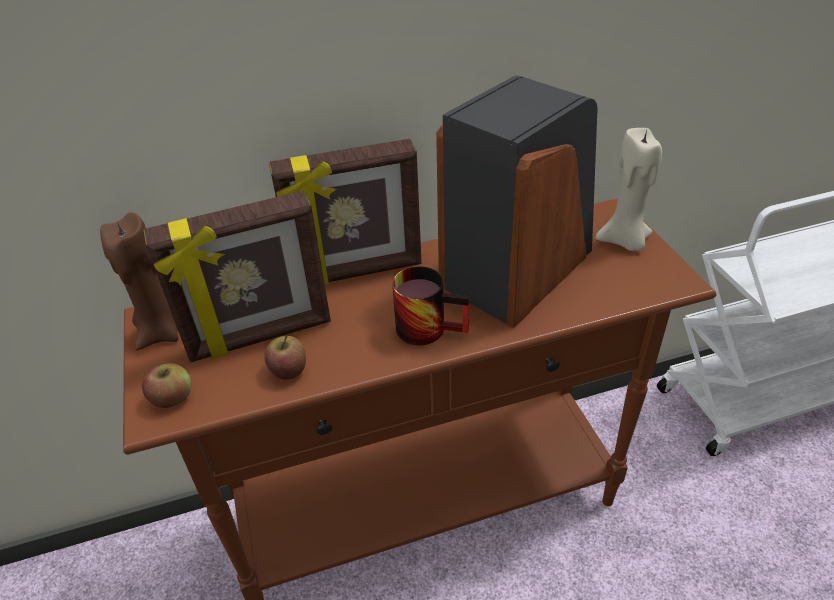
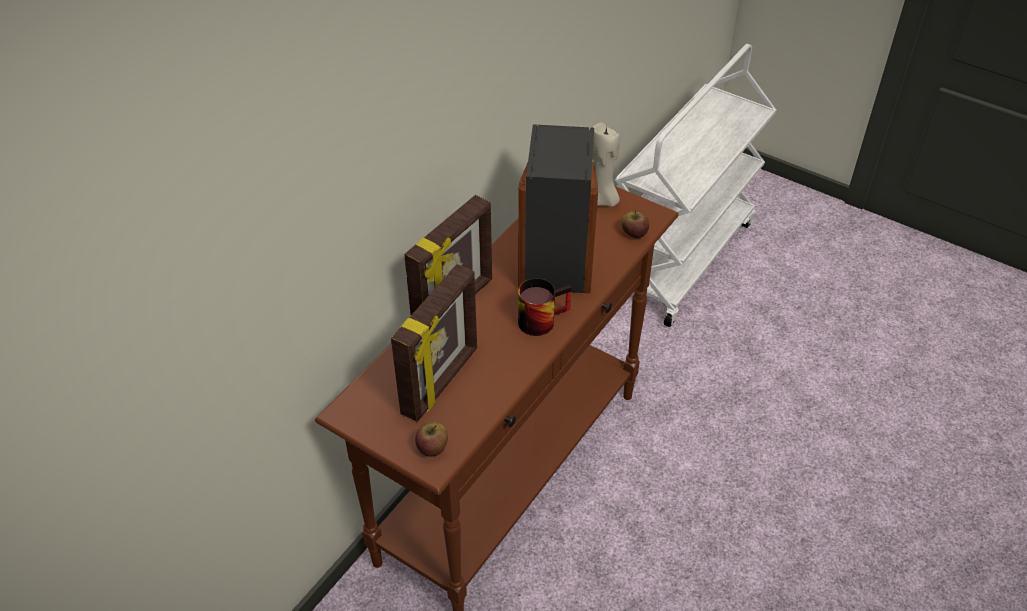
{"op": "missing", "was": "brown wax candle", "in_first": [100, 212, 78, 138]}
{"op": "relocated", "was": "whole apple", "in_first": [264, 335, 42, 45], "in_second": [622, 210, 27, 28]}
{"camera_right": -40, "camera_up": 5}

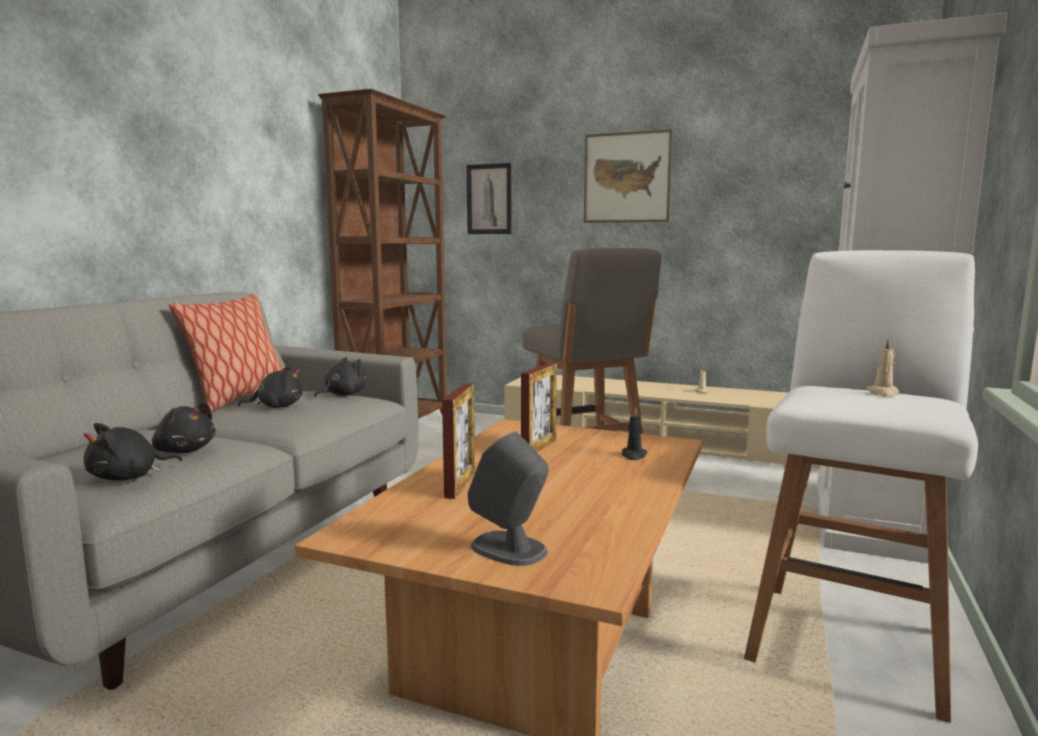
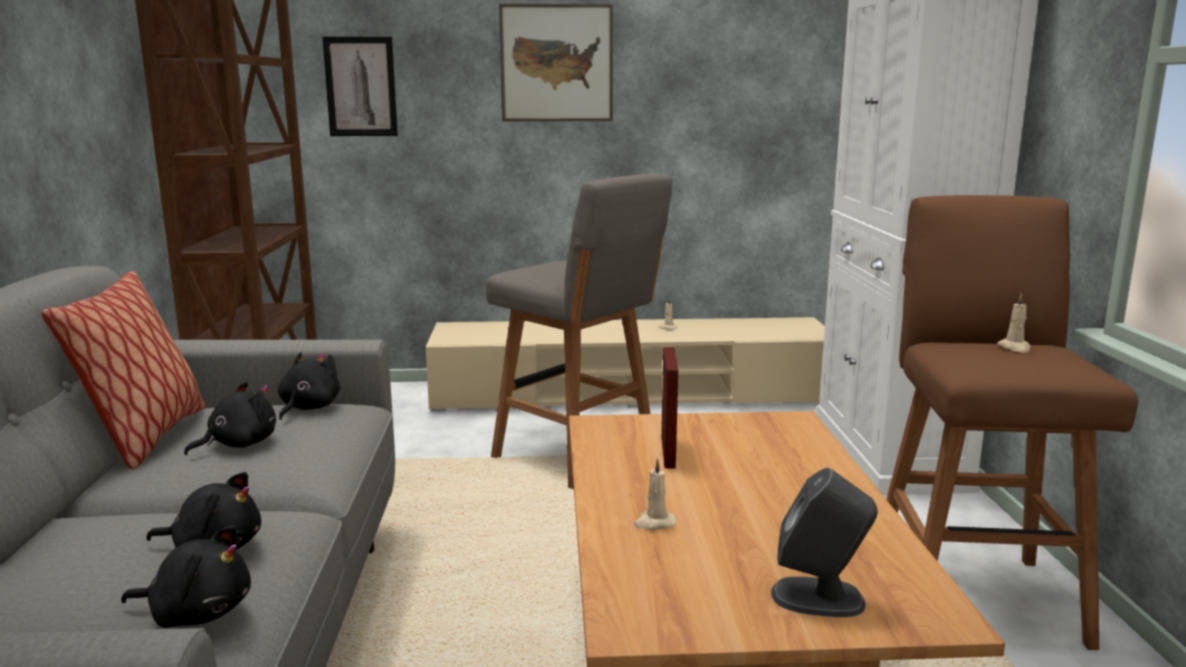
{"op": "missing", "was": "black-coloured wax candle", "in_first": [622, 407, 25, 53]}
{"op": "exchanged", "was": "photo frame", "now": "sand-coloured wax candle", "in_first": [442, 383, 33, 116], "in_second": [633, 458, 43, 72]}
{"op": "colour", "was": "white sitting stool", "now": "brown sitting stool", "in_first": [744, 250, 234, 473], "in_second": [886, 195, 252, 455]}
{"op": "spun", "was": "black-coloured plush toy", "in_first": [83, 423, 99, 58], "in_second": [121, 526, 130, 102], "clockwise": -105}
{"camera_right": -25, "camera_up": 5}

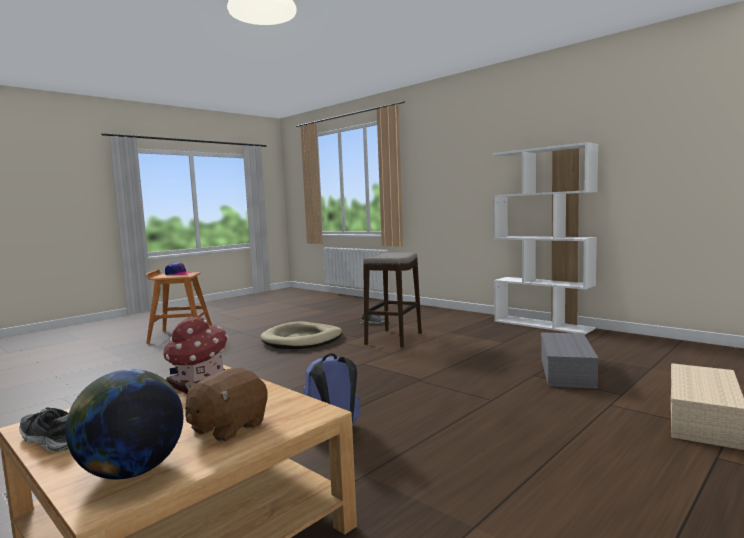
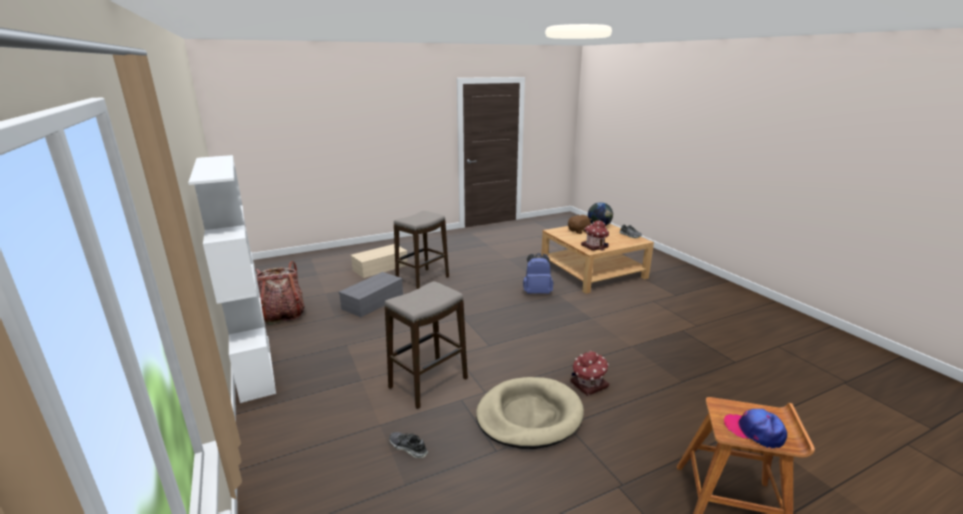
{"op": "appeared", "now": "rucksack", "in_second": [255, 261, 50, 64]}
{"op": "appeared", "now": "sitting stool", "in_second": [394, 211, 55, 78]}
{"op": "appeared", "now": "miniature house", "in_second": [570, 351, 39, 45]}
{"camera_right": -160, "camera_up": 15}

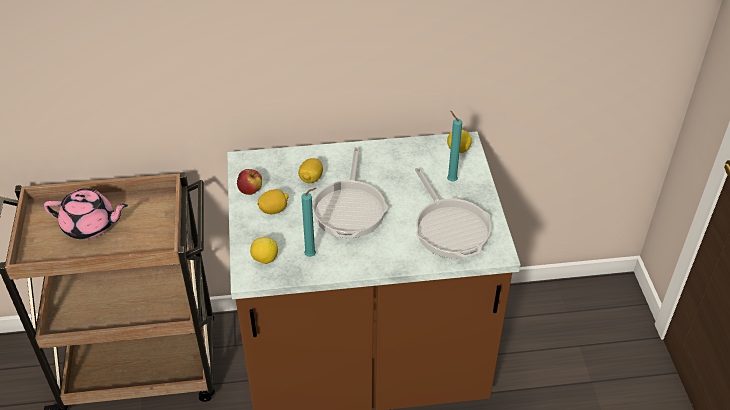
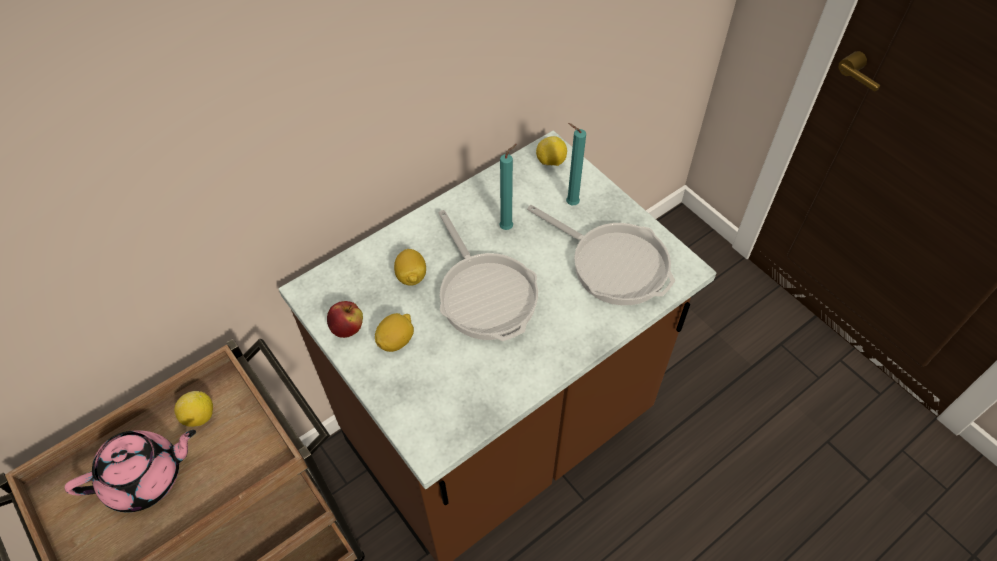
{"op": "relocated", "was": "citrus fruit", "in_first": [250, 237, 28, 27], "in_second": [174, 391, 39, 36]}
{"op": "relocated", "was": "turquoise wax candle", "in_first": [301, 188, 16, 69], "in_second": [499, 144, 18, 86]}
{"camera_right": -30, "camera_up": 10}

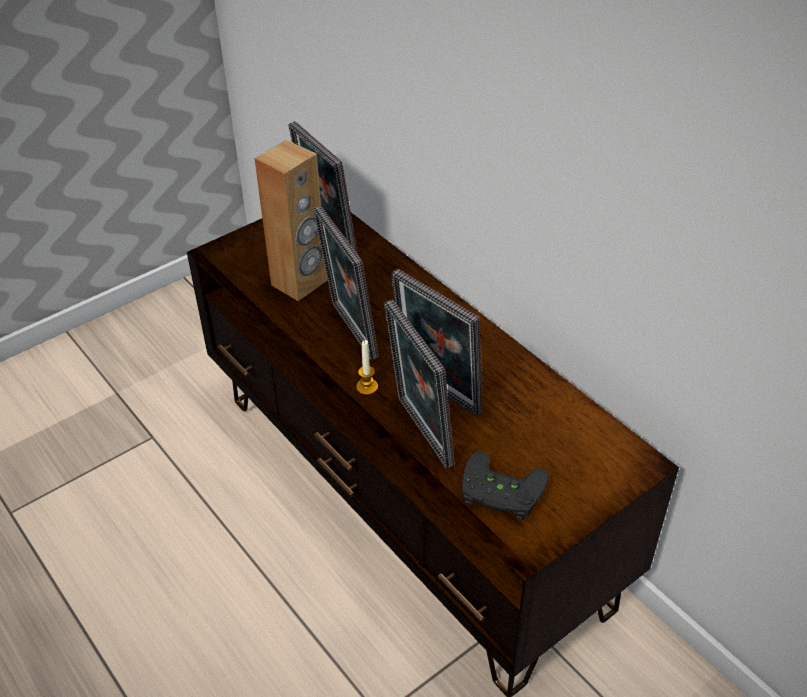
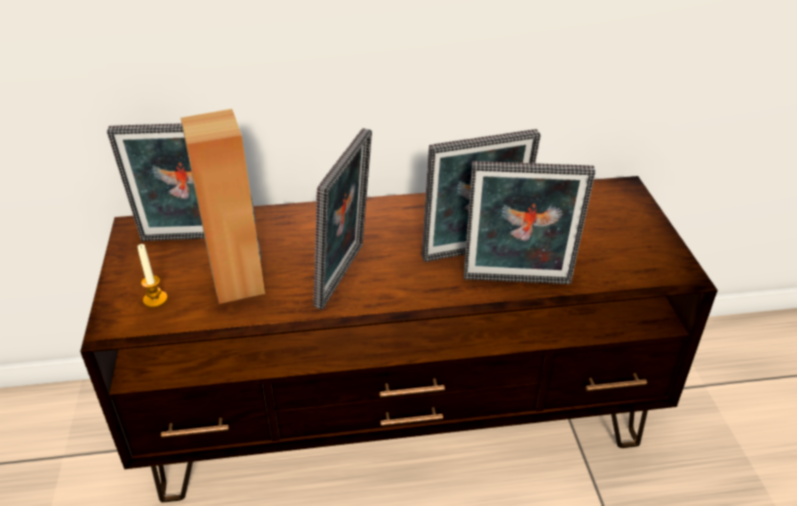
{"op": "missing", "was": "black-coloured game controller", "in_first": [462, 452, 87, 68]}
{"op": "relocated", "was": "wax candle", "in_first": [356, 340, 22, 55], "in_second": [138, 244, 30, 64]}
{"op": "spun", "was": "photo frame", "in_first": [313, 205, 66, 155], "in_second": [313, 128, 59, 182], "clockwise": -75}
{"camera_right": -60, "camera_up": -5}

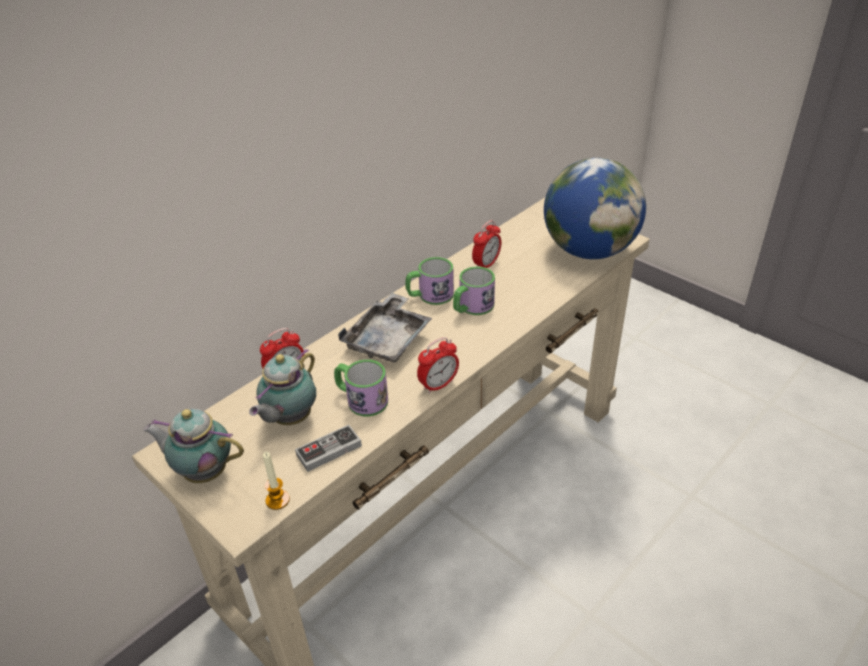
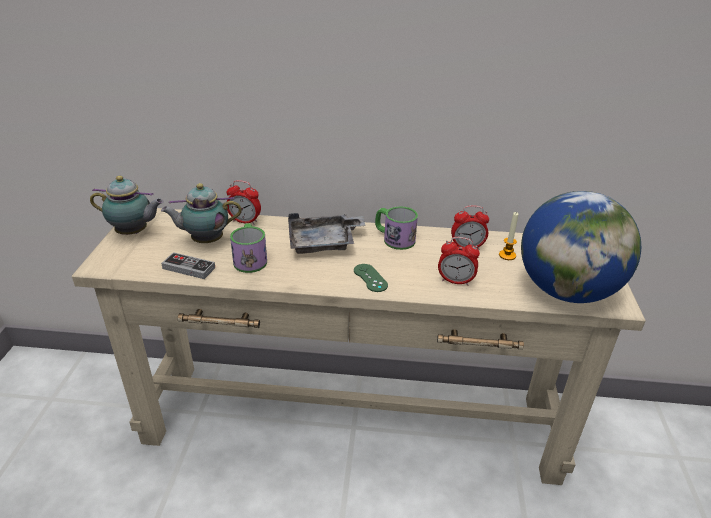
{"op": "missing", "was": "coffee mug", "in_first": [453, 267, 42, 48]}
{"op": "appeared", "now": "green-coloured game controller", "in_second": [354, 264, 34, 28]}
{"op": "relocated", "was": "wax candle", "in_first": [263, 452, 27, 58], "in_second": [499, 212, 19, 48]}
{"op": "relocated", "was": "table clock", "in_first": [417, 337, 42, 57], "in_second": [438, 237, 42, 49]}
{"op": "spun", "was": "tea pot", "in_first": [143, 409, 101, 74], "in_second": [90, 176, 74, 59], "clockwise": 120}
{"camera_right": 50, "camera_up": -5}

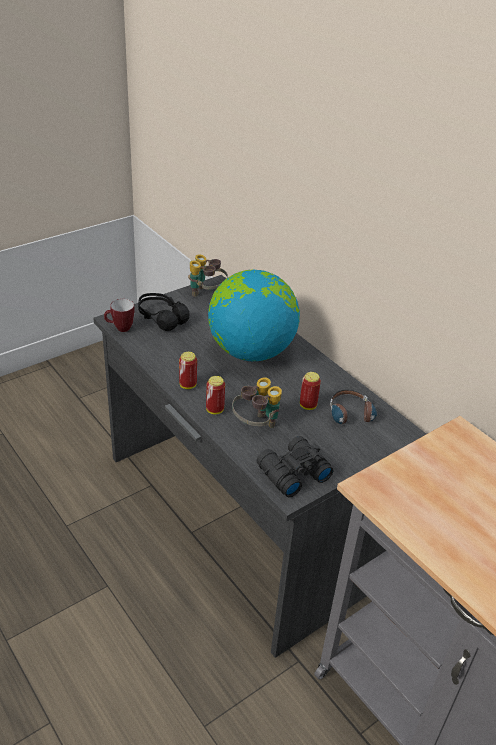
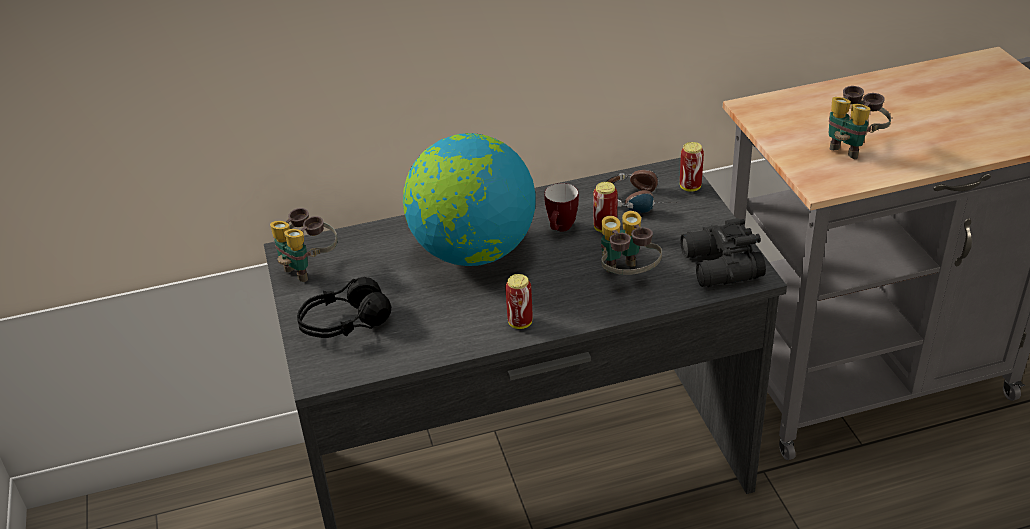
{"op": "appeared", "now": "pair of binoculars", "in_second": [829, 86, 62, 73]}
{"op": "relocated", "was": "coffee mug", "in_first": [104, 299, 31, 33], "in_second": [544, 183, 35, 49]}
{"op": "relocated", "was": "metal can", "in_first": [206, 376, 19, 38], "in_second": [680, 142, 24, 50]}
{"camera_right": -65, "camera_up": 0}

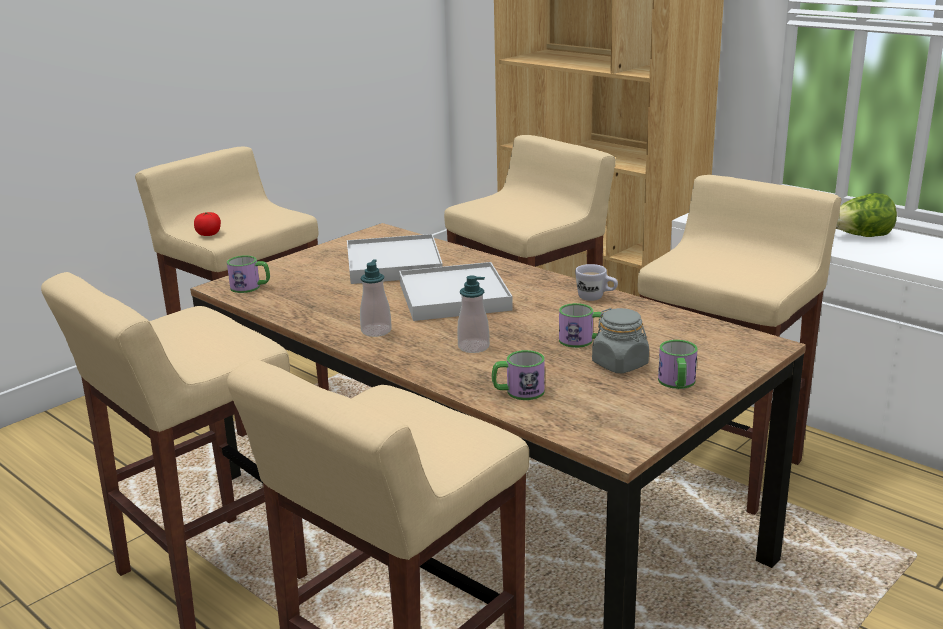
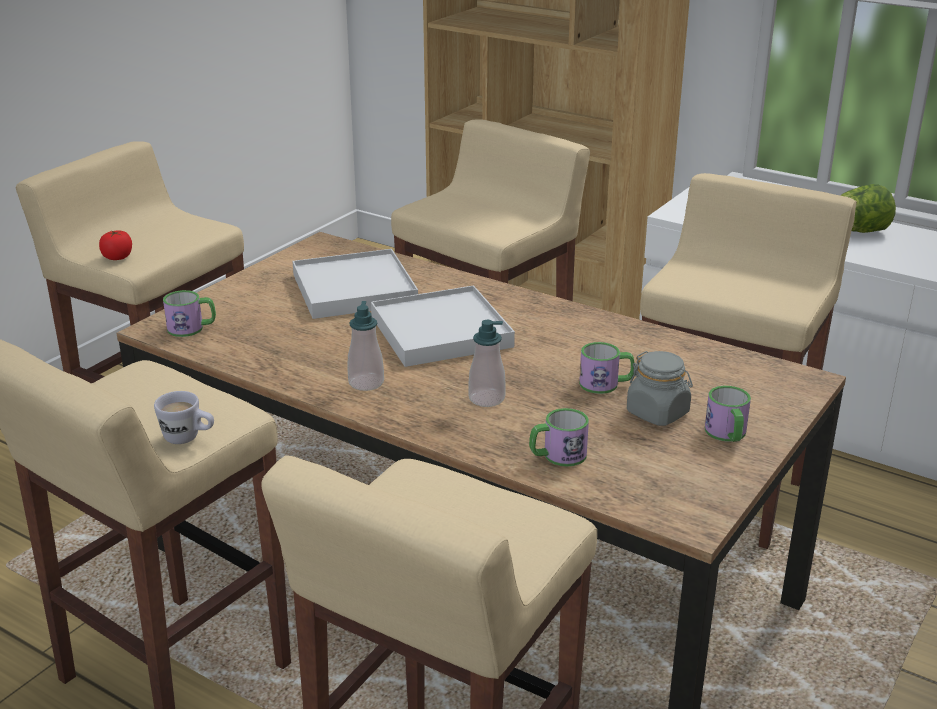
{"op": "relocated", "was": "white coffee mug", "in_first": [575, 264, 43, 37], "in_second": [154, 391, 60, 53]}
{"camera_right": -10, "camera_up": 5}

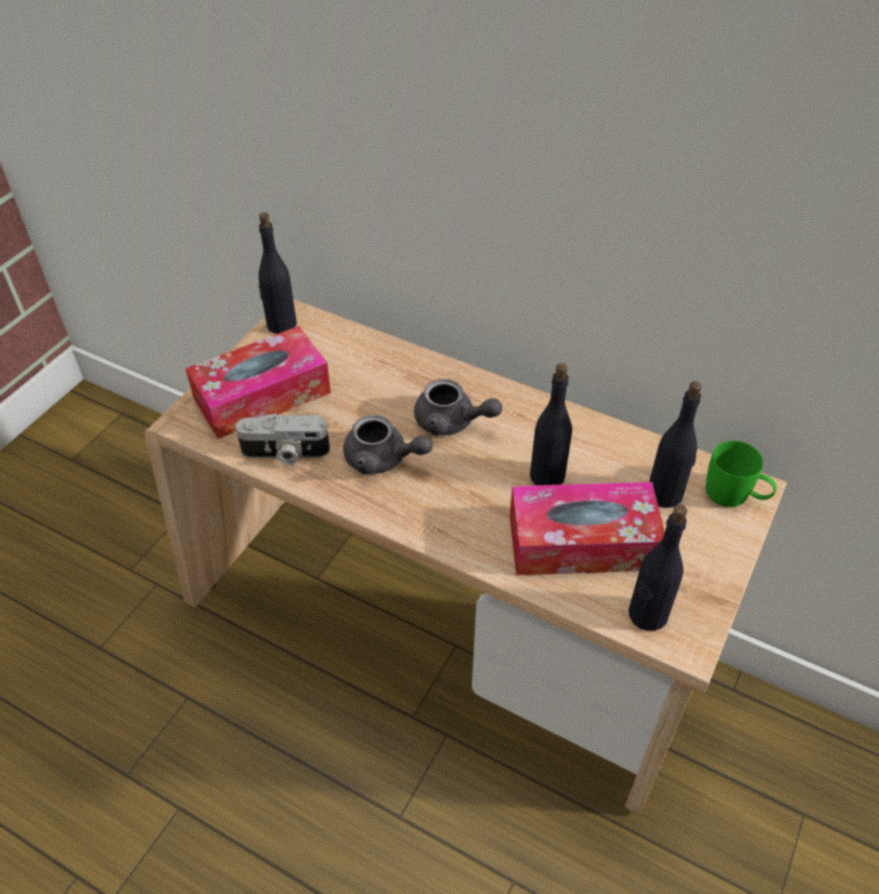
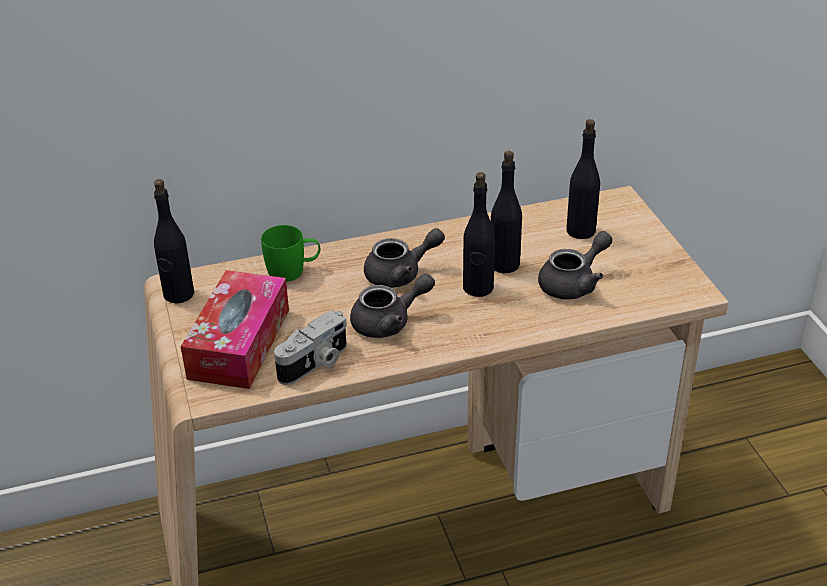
{"op": "relocated", "was": "black-coloured drink bottle", "in_first": [628, 505, 59, 126], "in_second": [463, 172, 32, 125]}
{"op": "relocated", "was": "green-coloured coffee mug", "in_first": [706, 441, 71, 66], "in_second": [261, 225, 59, 57]}
{"op": "exchanged", "was": "tissue holder", "now": "greyish tea pot", "in_first": [510, 482, 155, 93], "in_second": [538, 231, 75, 69]}
{"camera_right": -45, "camera_up": -10}

